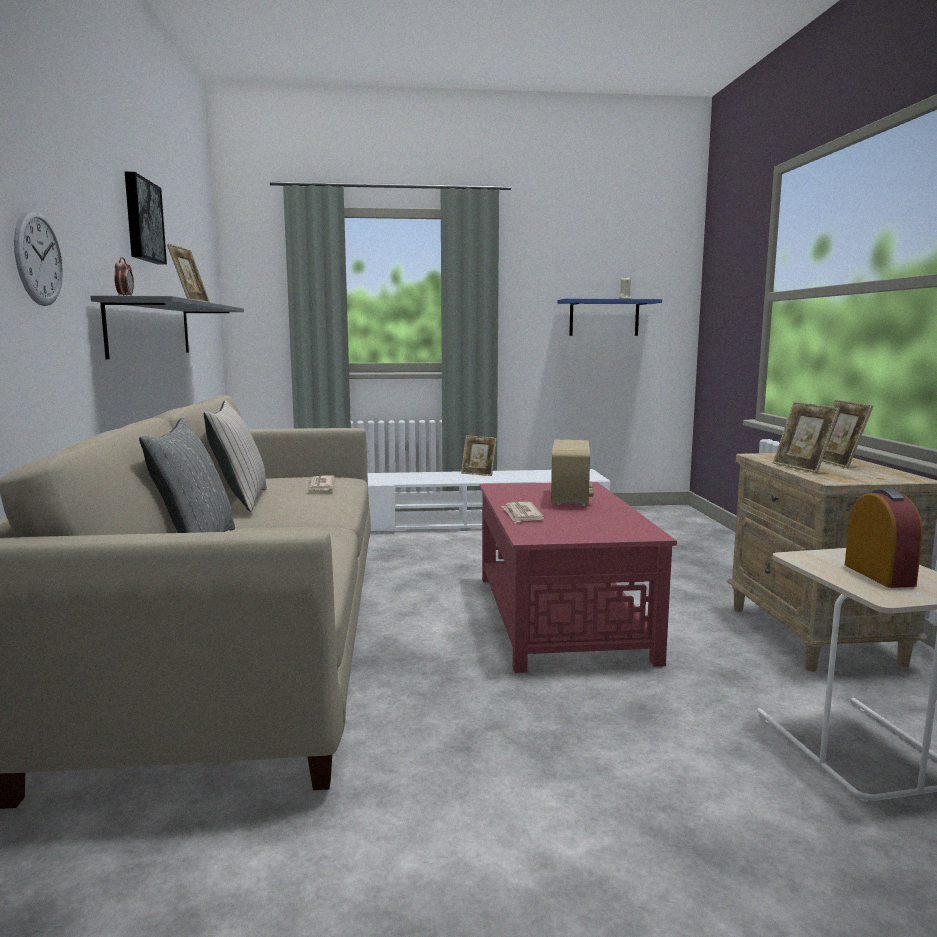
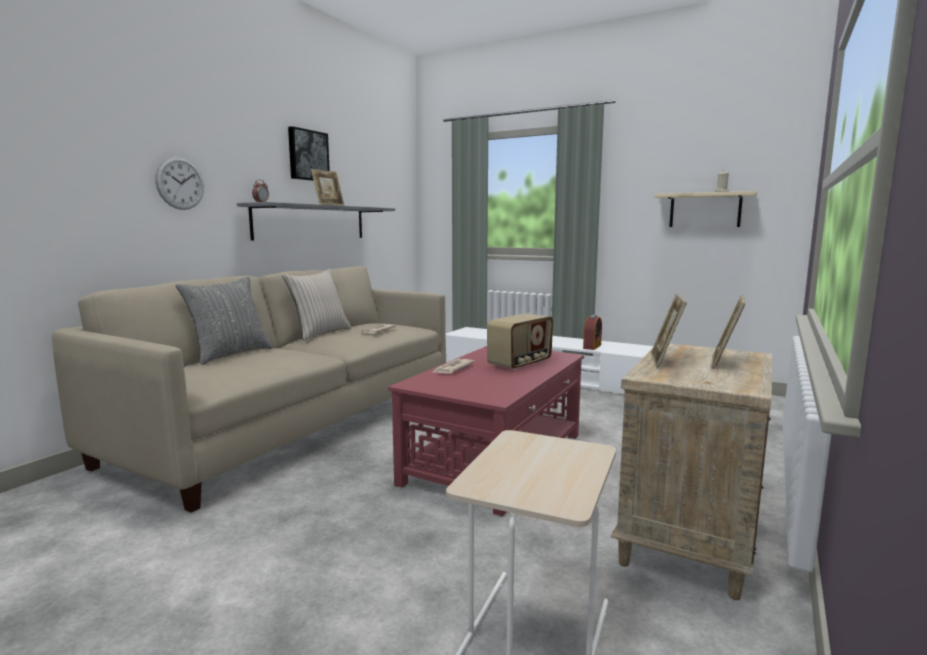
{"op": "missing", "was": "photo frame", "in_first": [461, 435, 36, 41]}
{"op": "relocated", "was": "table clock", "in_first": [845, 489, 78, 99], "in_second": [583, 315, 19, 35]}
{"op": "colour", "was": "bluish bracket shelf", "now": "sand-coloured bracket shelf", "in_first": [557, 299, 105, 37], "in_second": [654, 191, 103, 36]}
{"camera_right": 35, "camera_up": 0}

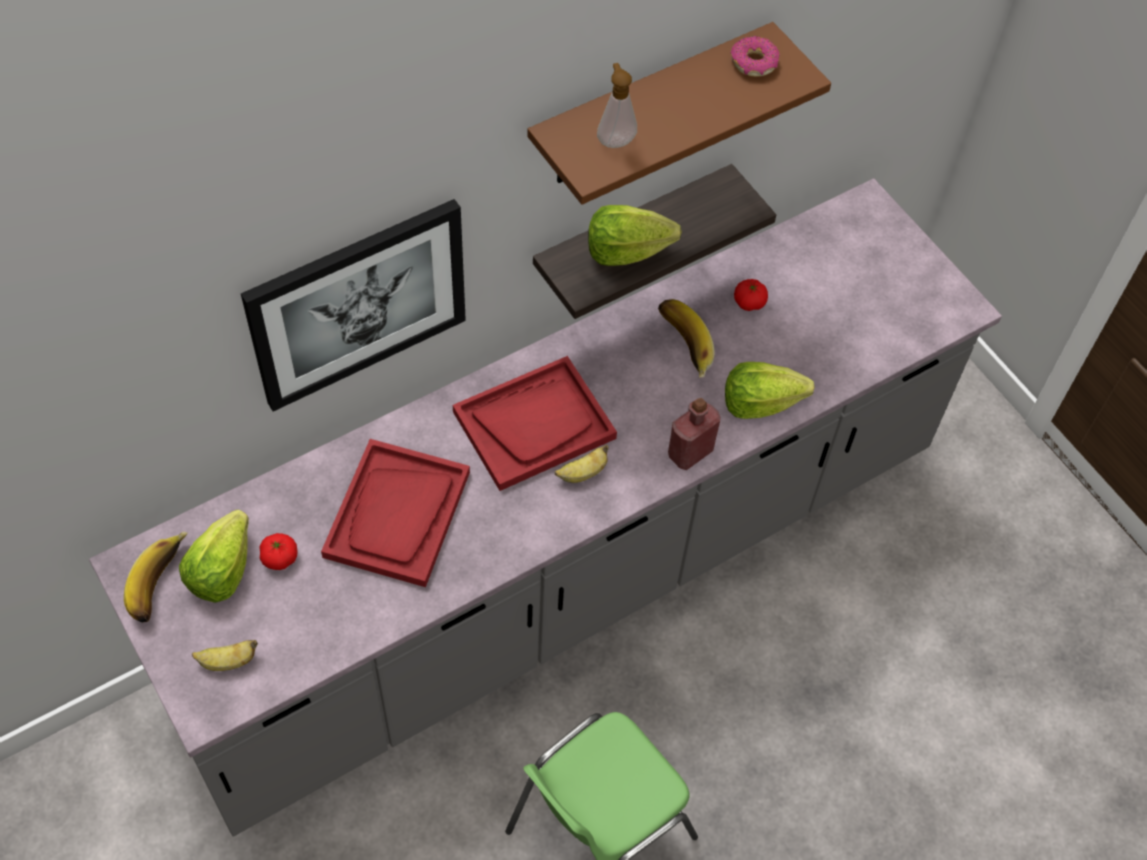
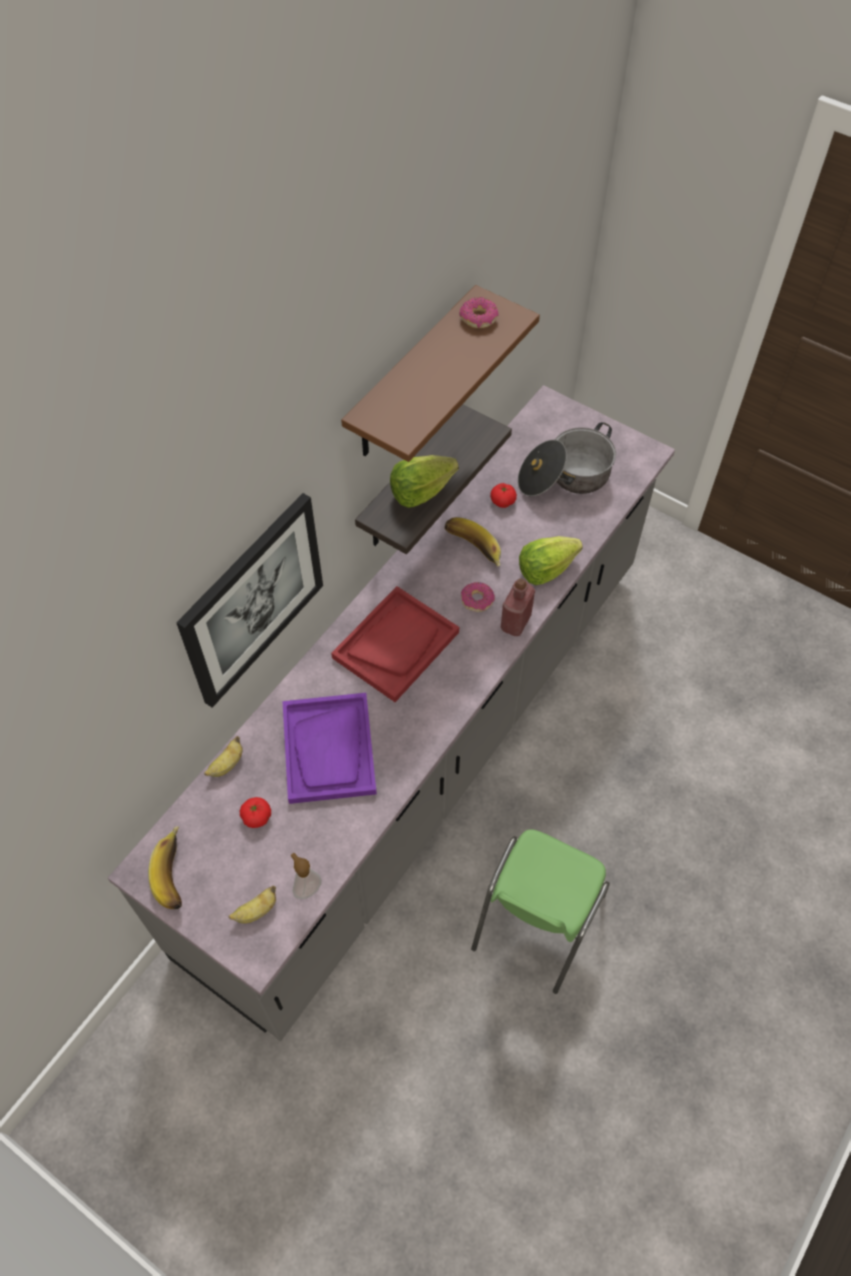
{"op": "missing", "was": "head of lettuce", "in_first": [179, 510, 70, 93]}
{"op": "appeared", "now": "donut", "in_second": [461, 582, 34, 30]}
{"op": "appeared", "now": "stockpot", "in_second": [518, 422, 98, 74]}
{"op": "relocated", "was": "banana fruit", "in_first": [555, 445, 54, 38], "in_second": [204, 736, 39, 41]}
{"op": "relocated", "was": "soap bottle", "in_first": [597, 63, 40, 85], "in_second": [291, 853, 31, 46]}
{"op": "colour", "was": "red-coloured carrying tray", "now": "purplish carrying tray", "in_first": [321, 439, 149, 148], "in_second": [282, 693, 95, 111]}
{"camera_right": -20, "camera_up": 0}

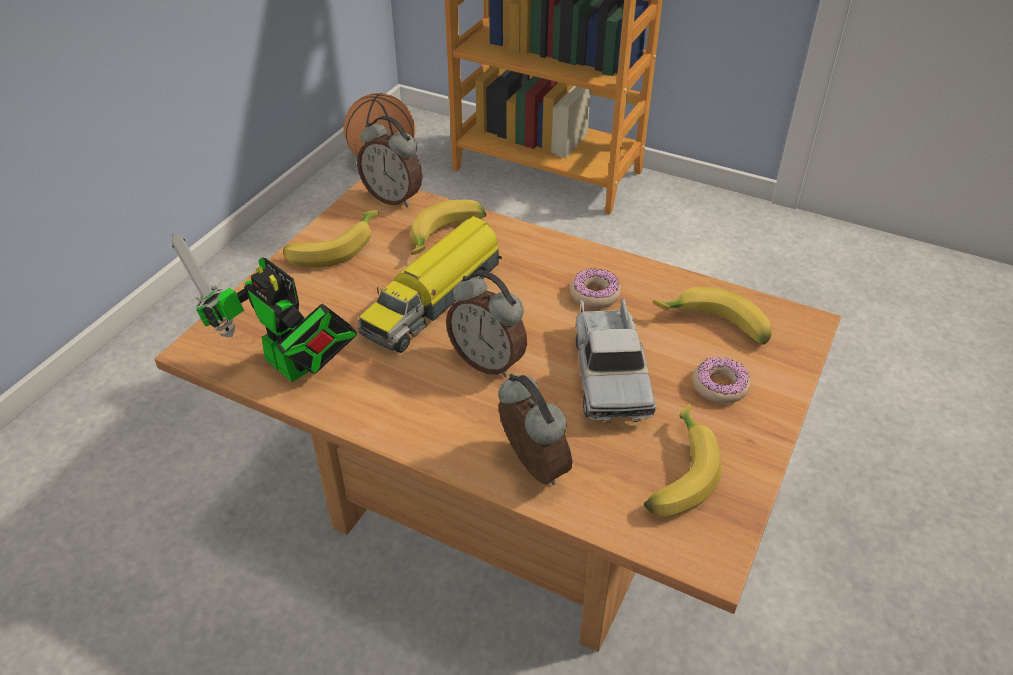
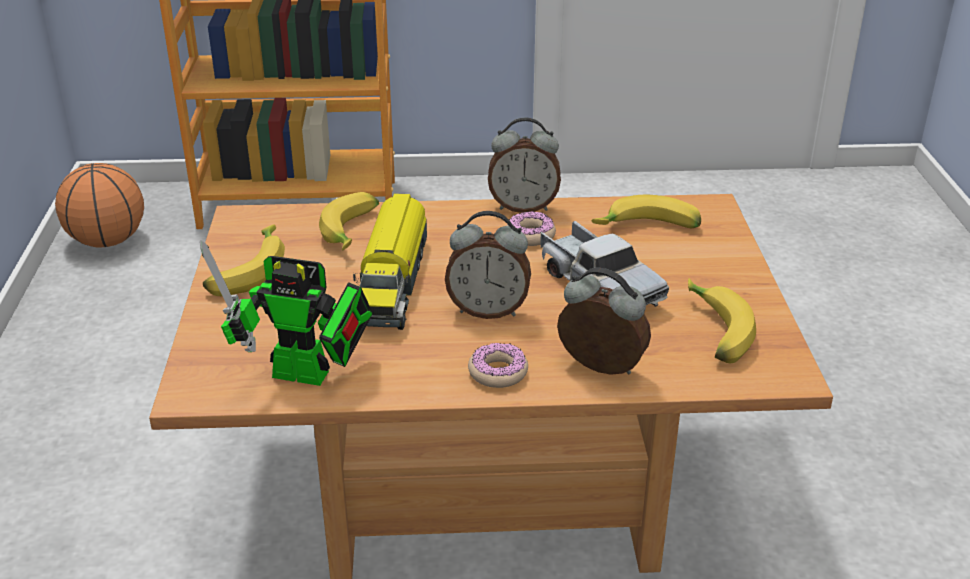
{"op": "relocated", "was": "table clock", "in_first": [357, 116, 65, 91], "in_second": [488, 117, 73, 96]}
{"op": "relocated", "was": "donut", "in_first": [693, 357, 57, 46], "in_second": [468, 343, 60, 45]}
{"camera_right": -30, "camera_up": -10}

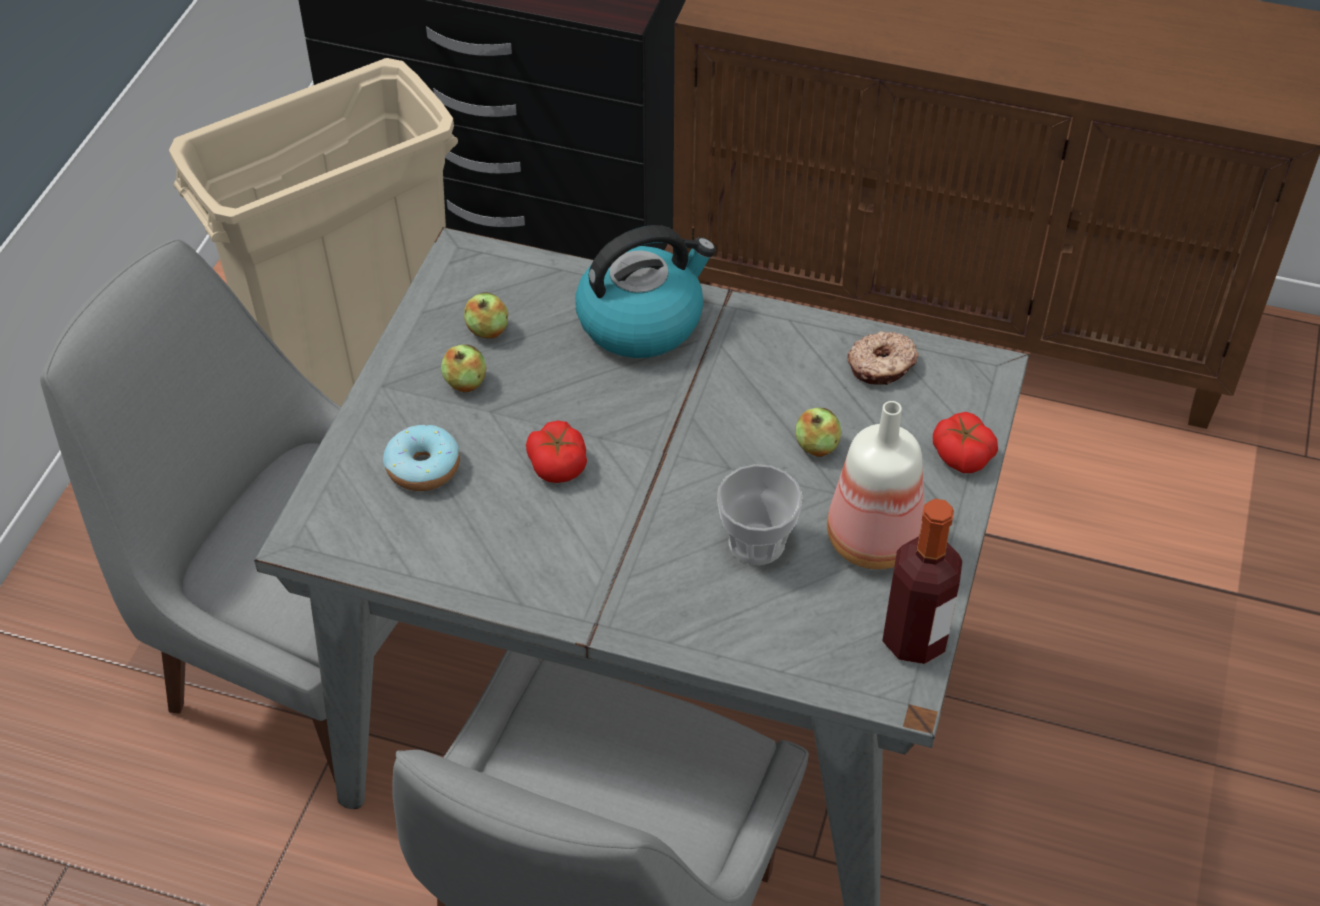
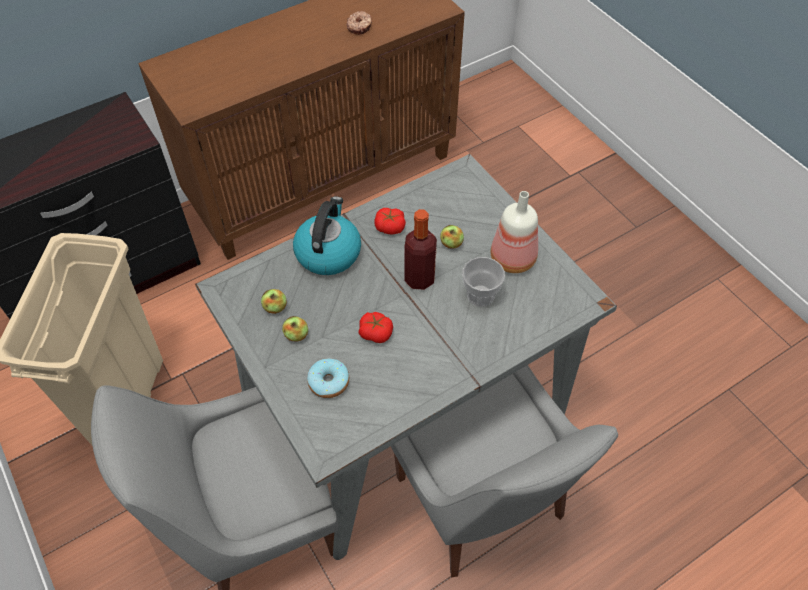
{"op": "relocated", "was": "donut", "in_first": [848, 331, 71, 54], "in_second": [346, 11, 26, 24]}
{"op": "relocated", "was": "drink bottle", "in_first": [882, 499, 80, 165], "in_second": [404, 209, 33, 81]}
{"op": "relocated", "was": "whole tomato", "in_first": [933, 412, 65, 61], "in_second": [374, 208, 32, 27]}
{"camera_right": -50, "camera_up": 5}

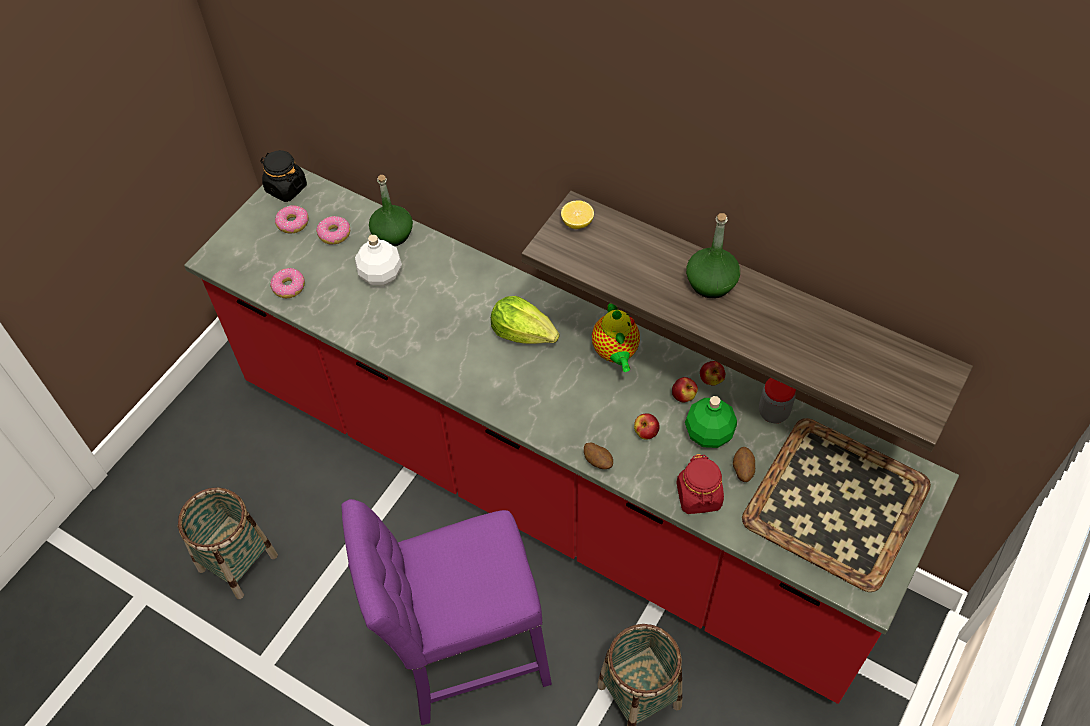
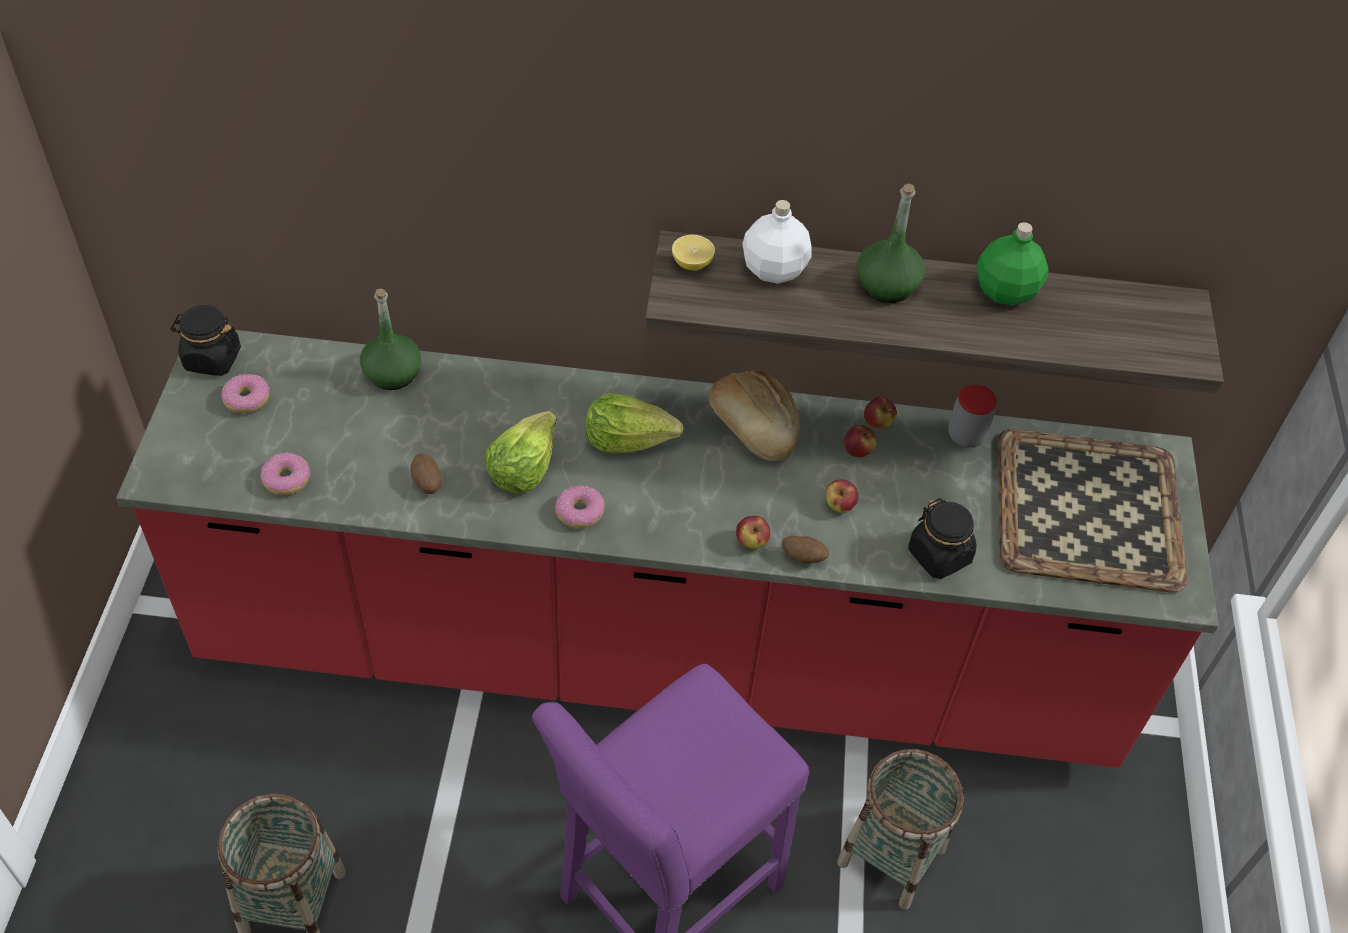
{"op": "appeared", "now": "head of lettuce", "in_second": [485, 411, 72, 83]}
{"op": "appeared", "now": "whole apple", "in_second": [736, 516, 34, 33]}
{"op": "relocated", "was": "donut", "in_first": [316, 216, 34, 28], "in_second": [555, 485, 50, 44]}
{"op": "relocated", "was": "white drink bottle", "in_first": [355, 235, 47, 51], "in_second": [742, 200, 70, 84]}
{"op": "relocated", "was": "green-coloured drink bottle", "in_first": [685, 396, 52, 52], "in_second": [977, 222, 71, 84]}
{"op": "relocated", "was": "potato", "in_first": [733, 447, 22, 35], "in_second": [411, 454, 31, 40]}
{"op": "exchanged", "was": "tea pot", "now": "baked bread", "in_first": [592, 303, 48, 69], "in_second": [709, 370, 91, 91]}
{"op": "colour", "was": "red-coloured preserve jar", "now": "black-coloured preserve jar", "in_first": [676, 454, 48, 60], "in_second": [908, 498, 69, 81]}
{"camera_right": -30, "camera_up": -5}

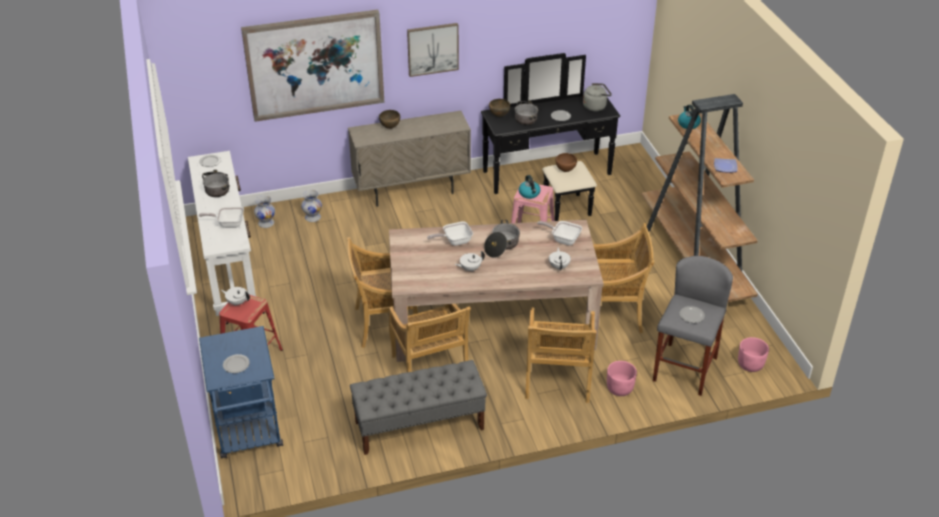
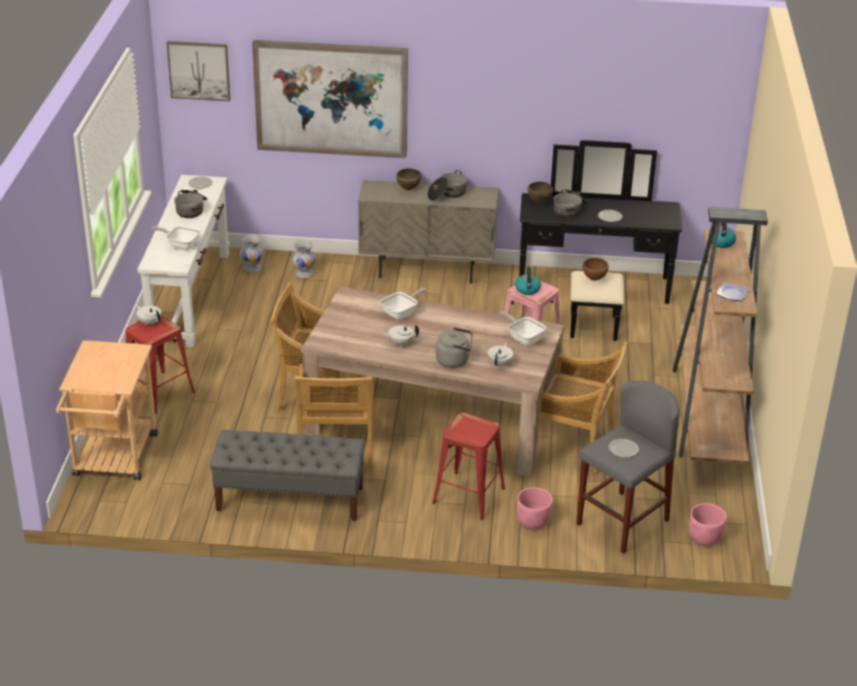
{"op": "missing", "was": "plate", "in_first": [223, 354, 27, 19]}
{"op": "relocated", "was": "picture", "in_first": [407, 23, 52, 54], "in_second": [167, 41, 63, 60]}
{"op": "relocated", "was": "stockpot", "in_first": [484, 220, 36, 38], "in_second": [427, 170, 40, 31]}
{"op": "relocated", "was": "greyish kettle", "in_first": [583, 83, 29, 28], "in_second": [436, 327, 37, 41]}
{"op": "exchanged", "was": "sand-coloured upright chair", "now": "red-coloured sitting stool", "in_first": [525, 307, 72, 96], "in_second": [432, 413, 73, 107]}
{"op": "colour", "was": "bluish trolley", "now": "sand-coloured trolley", "in_first": [199, 326, 84, 132], "in_second": [56, 340, 102, 140]}
{"op": "spun", "was": "frying pan", "in_first": [427, 221, 46, 25], "in_second": [380, 288, 47, 32], "clockwise": 135}
{"camera_right": 20, "camera_up": -5}

